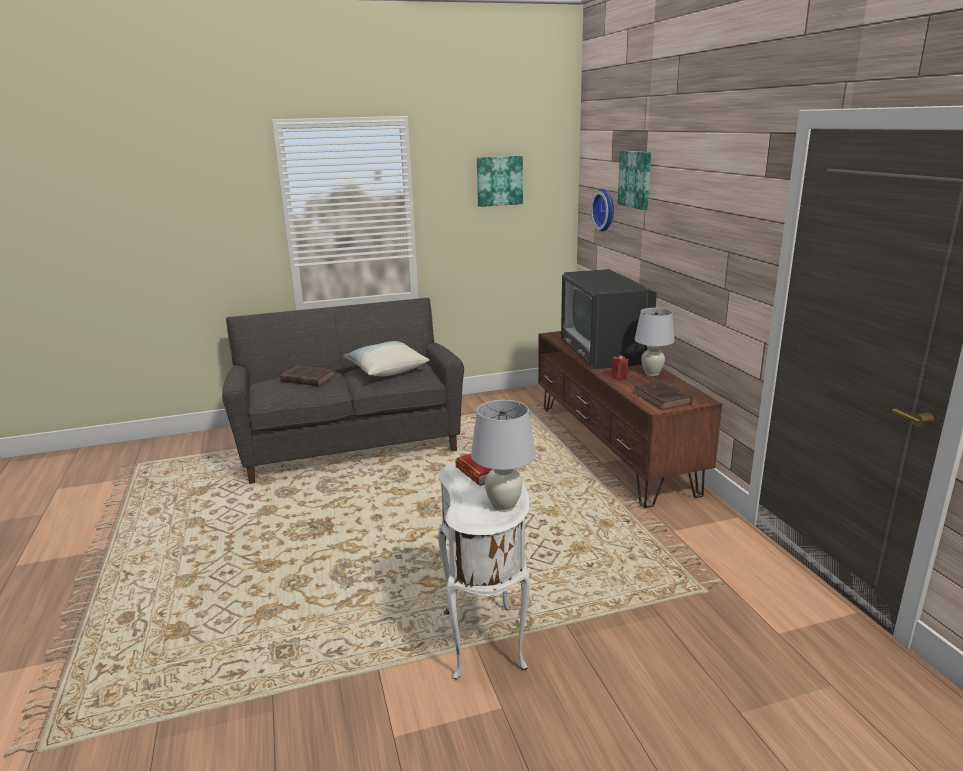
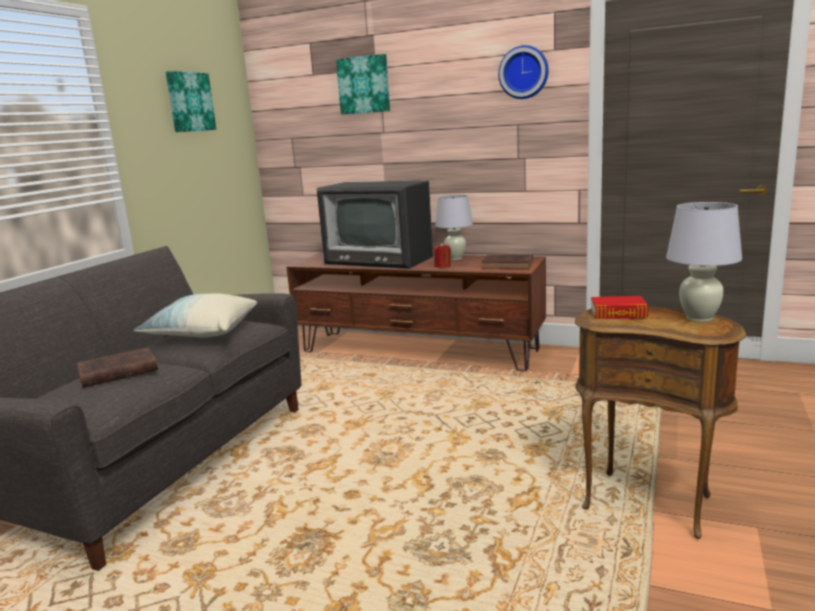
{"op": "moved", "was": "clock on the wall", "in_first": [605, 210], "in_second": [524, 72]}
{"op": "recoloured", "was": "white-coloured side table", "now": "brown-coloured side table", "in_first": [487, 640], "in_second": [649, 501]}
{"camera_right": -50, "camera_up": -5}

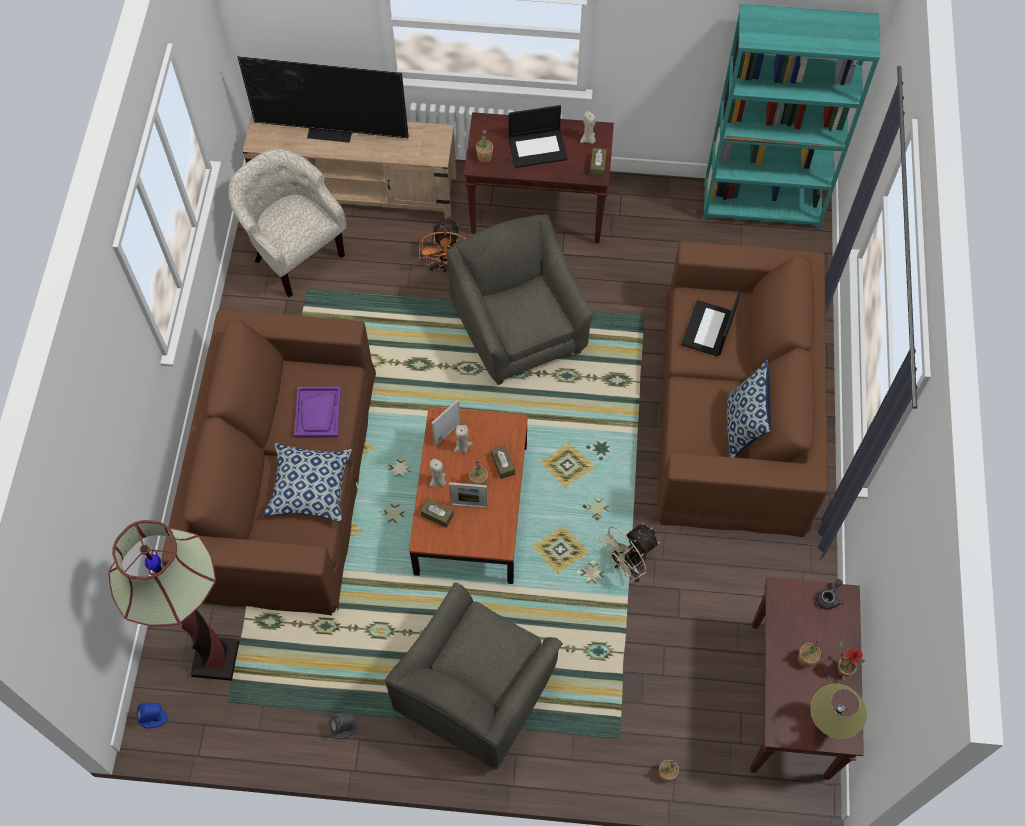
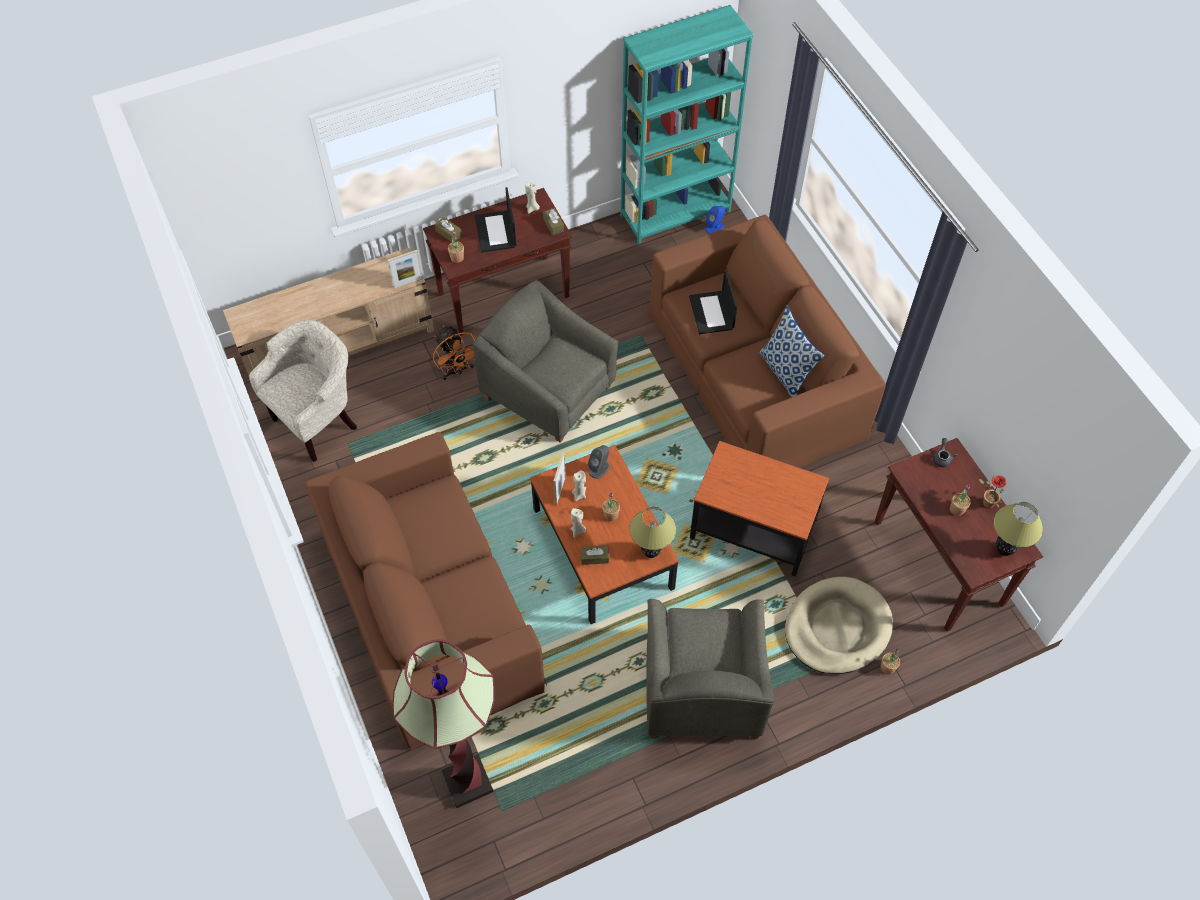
{"op": "removed", "was": "TV", "in_first": [331, 130]}
{"op": "removed", "was": "cushion", "in_first": [309, 487]}
{"op": "removed", "was": "purplish carrying tray", "in_first": [318, 413]}
{"op": "added", "now": "lamp for a table", "in_second": [651, 552]}
{"op": "added", "now": "beige dog cushion", "in_second": [837, 628]}
{"op": "moved", "was": "blue-coloured loudspeaker", "in_first": [154, 718], "in_second": [714, 227]}
{"op": "moved", "was": "gray loudspeaker", "in_first": [344, 728], "in_second": [599, 468]}
{"op": "moved", "was": "photo frame", "in_first": [469, 505], "in_second": [408, 283]}
{"op": "moved", "was": "brown-coloured tissue holder", "in_first": [503, 464], "in_second": [448, 233]}
{"op": "replaced", "was": "beige electric fan", "now": "side table", "in_first": [627, 565], "in_second": [753, 528]}
{"op": "turned", "was": "beige easy chair", "in_first": [295, 255], "in_second": [319, 421], "clockwise": 120}
{"op": "turned", "was": "notebook computer", "in_first": [538, 148], "in_second": [496, 232], "clockwise": 120}
{"camera_right": -30, "camera_up": -5}

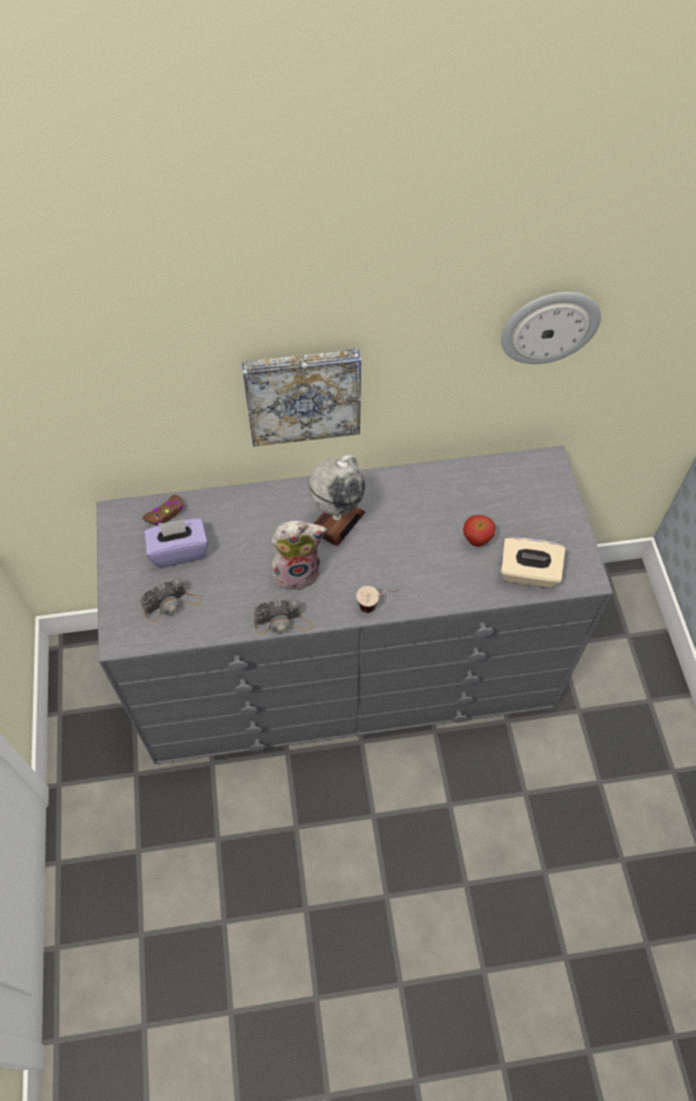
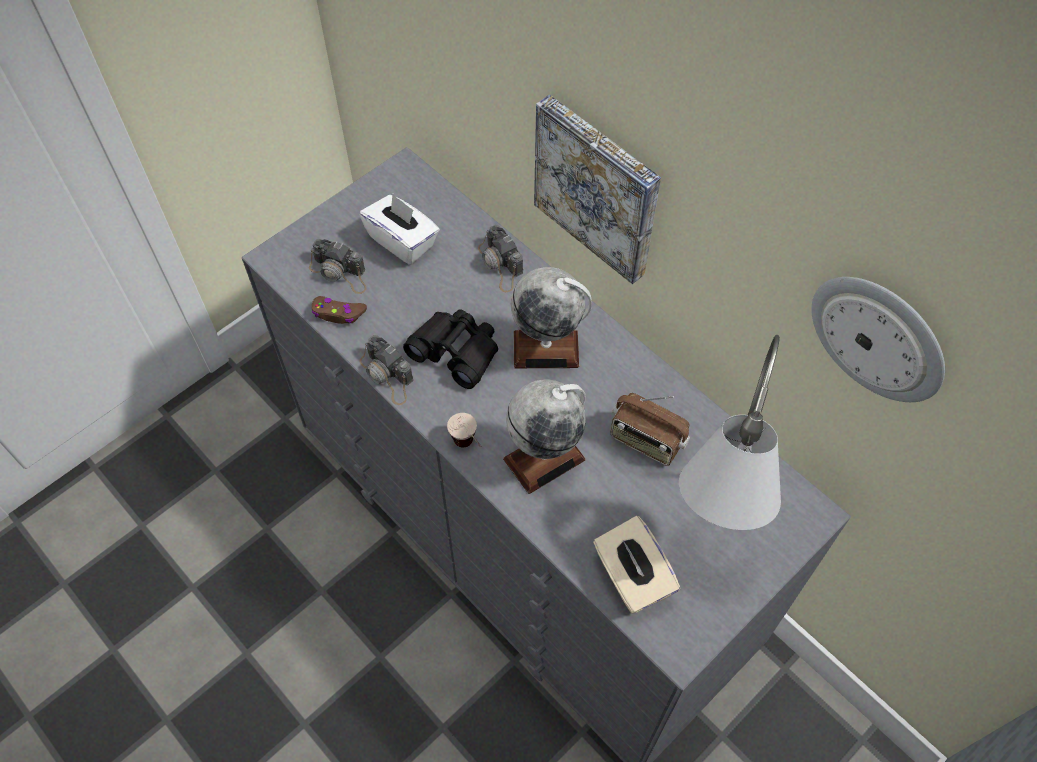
{"op": "removed", "was": "apple", "in_first": [476, 541]}
{"op": "added", "now": "still camera", "in_second": [500, 264]}
{"op": "added", "now": "world globe", "in_second": [544, 458]}
{"op": "added", "now": "radio receiver", "in_second": [646, 441]}
{"op": "added", "now": "gray lamp for a table", "in_second": [712, 519]}
{"op": "moved", "was": "brown-coloured gamepad", "in_first": [165, 514], "in_second": [338, 313]}
{"op": "replaced", "was": "plush toy", "now": "black pair of binoculars", "in_first": [297, 571], "in_second": [456, 352]}
{"op": "recoloured", "was": "purplish tissue holder", "now": "white-coloured tissue holder", "in_first": [179, 551], "in_second": [402, 241]}
{"camera_right": 55, "camera_up": 0}

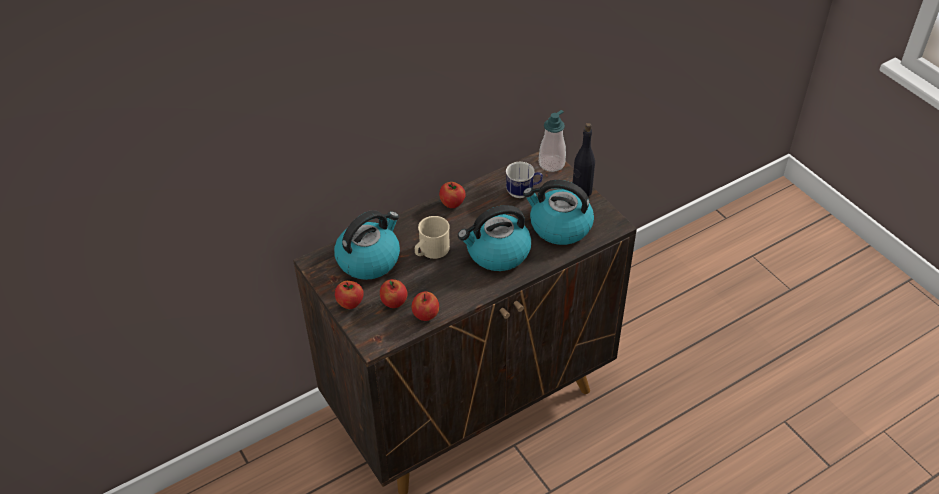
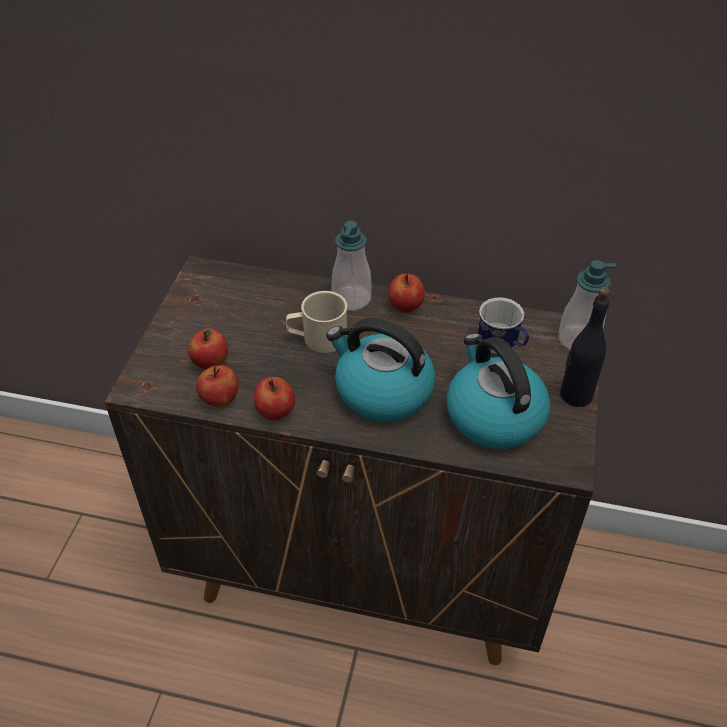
{"op": "removed", "was": "tea kettle", "in_first": [369, 259]}
{"op": "added", "now": "liquid soap bottle", "in_second": [351, 299]}
{"op": "moved", "was": "apple", "in_first": [350, 303], "in_second": [276, 412]}
{"camera_right": 45, "camera_up": 0}

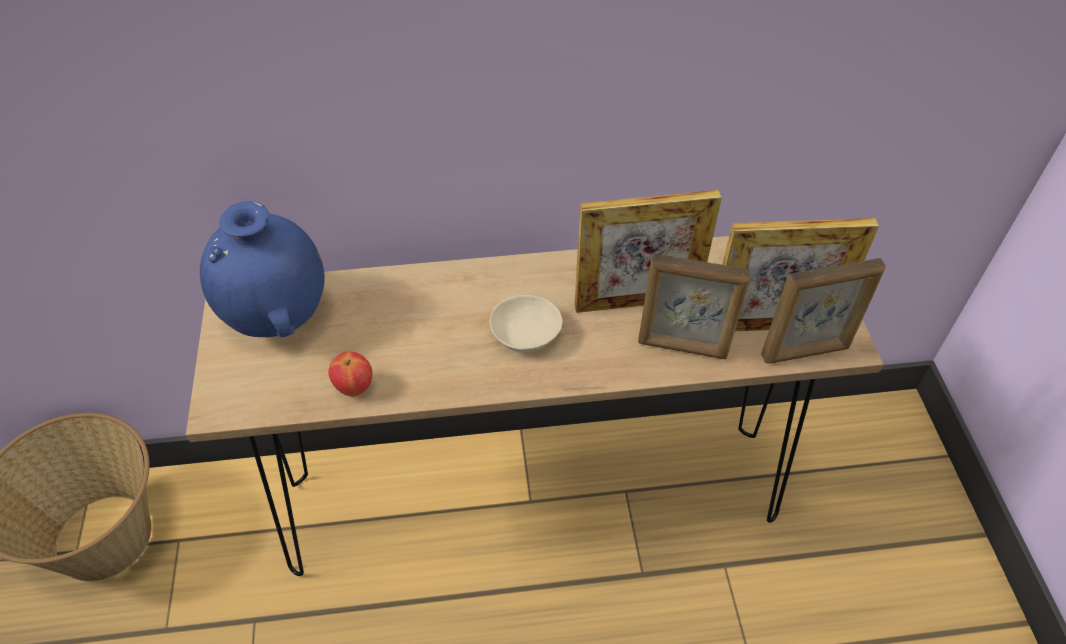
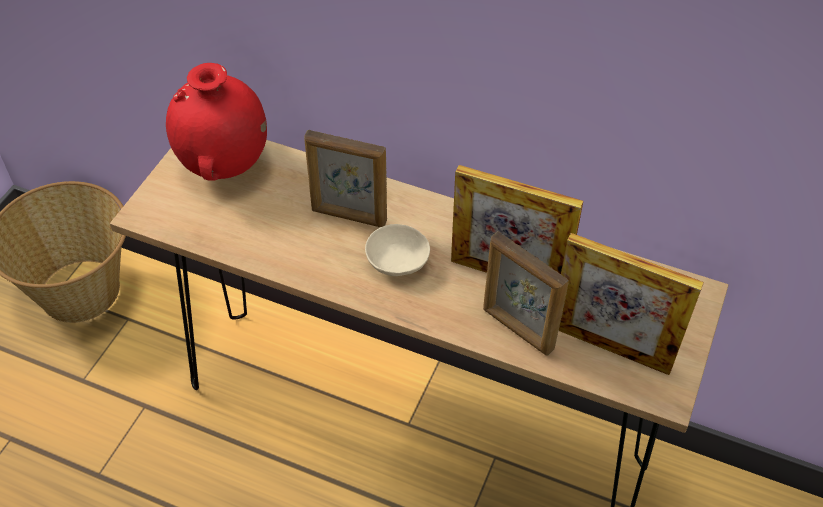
{"op": "removed", "was": "apple", "in_first": [354, 388]}
{"op": "moved", "was": "photo frame", "in_first": [806, 352], "in_second": [349, 216]}
{"op": "recoloured", "was": "blue-coloured flower vase", "now": "reddish flower vase", "in_first": [278, 318], "in_second": [225, 166]}
{"camera_right": 30, "camera_up": 0}

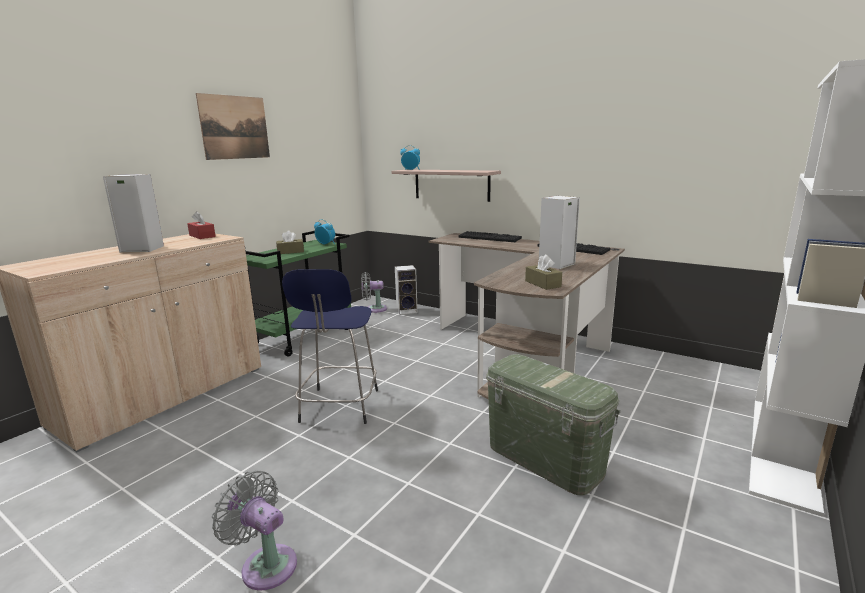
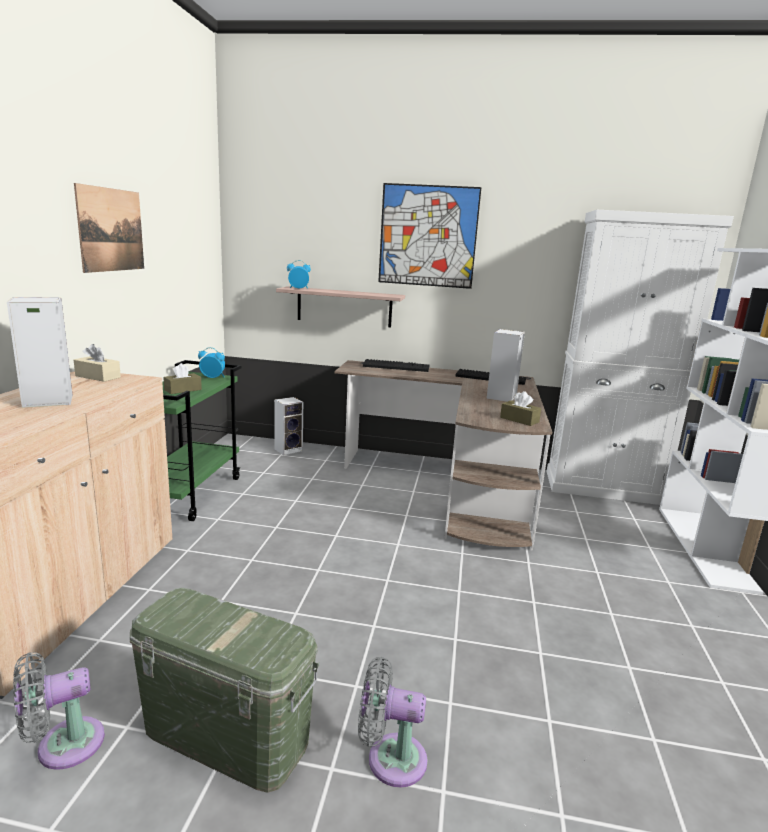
{"op": "removed", "was": "blue-coloured sitting stool", "in_first": [339, 407]}
{"op": "added", "now": "wall picture", "in_second": [428, 236]}
{"op": "added", "now": "white-coloured storage cabinet", "in_second": [603, 487]}
{"op": "moved", "was": "gray electric fan", "in_first": [374, 309], "in_second": [63, 745]}
{"op": "moved", "was": "greenish storage box", "in_first": [545, 459], "in_second": [227, 735]}
{"op": "recoloured", "was": "reddish tissue holder", "now": "beige tissue holder", "in_first": [202, 236], "in_second": [98, 377]}
{"camera_right": -25, "camera_up": 0}

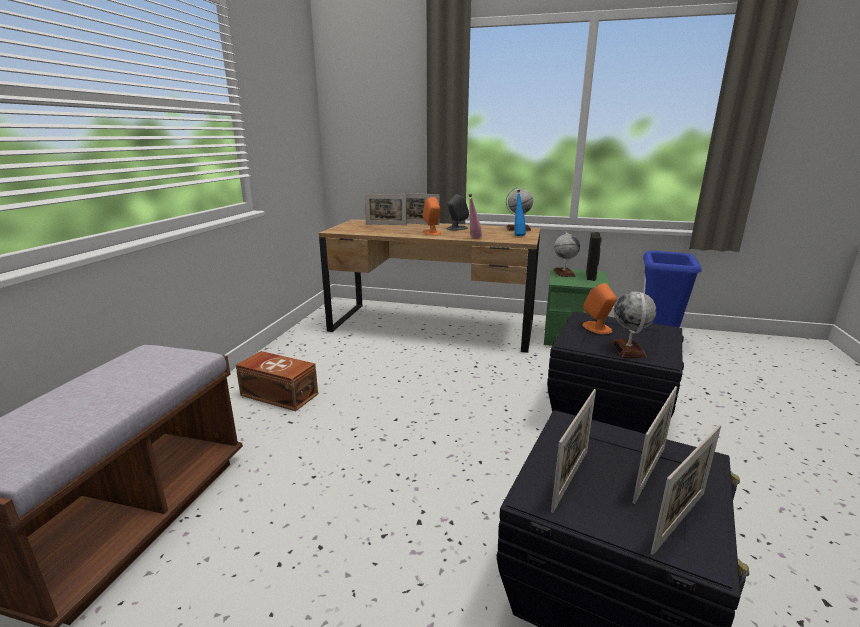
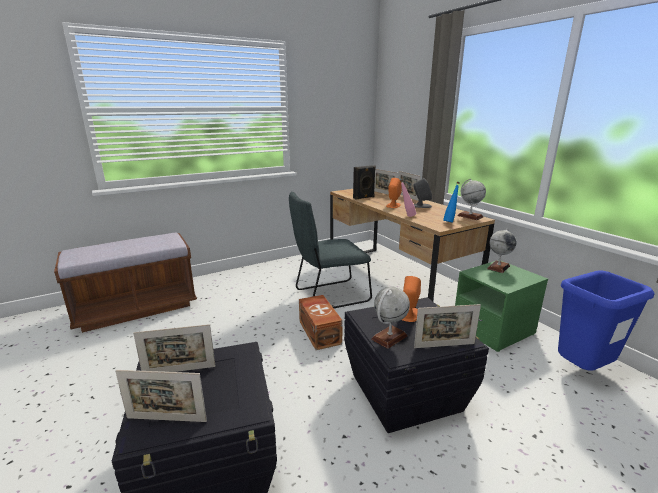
{"op": "added", "now": "gray plain chair", "in_second": [328, 296]}
{"op": "moved", "was": "brown-coloured storage box", "in_first": [279, 394], "in_second": [320, 331]}
{"op": "moved", "was": "black loudspeaker", "in_first": [591, 276], "in_second": [364, 197]}
{"op": "moved", "was": "photo frame", "in_first": [649, 473], "in_second": [444, 345]}
{"camera_right": 45, "camera_up": 0}

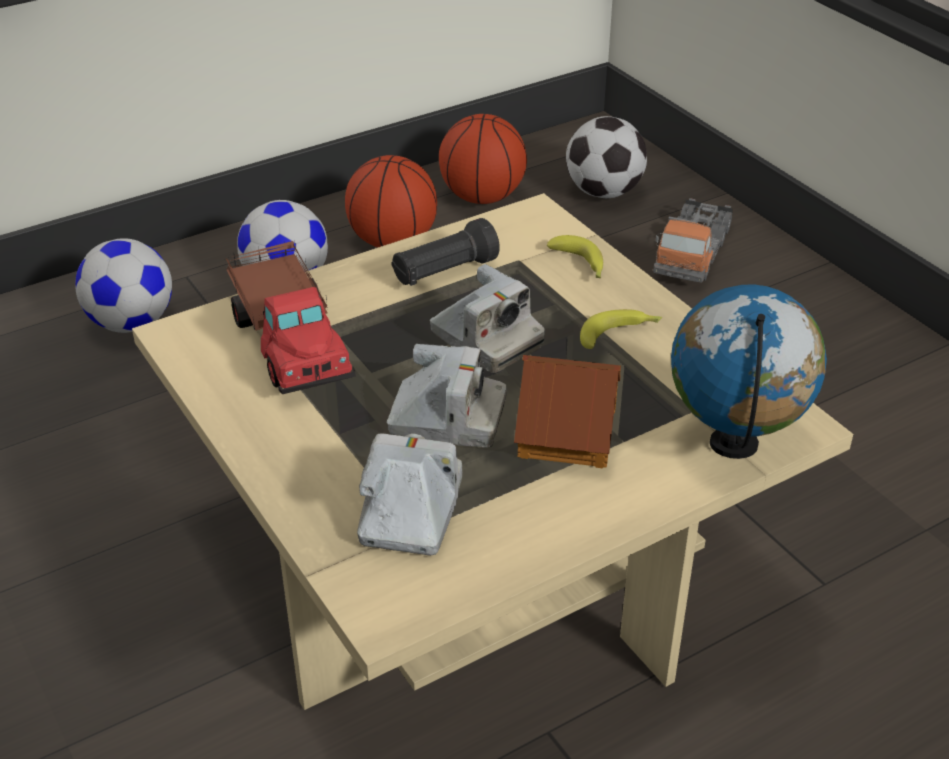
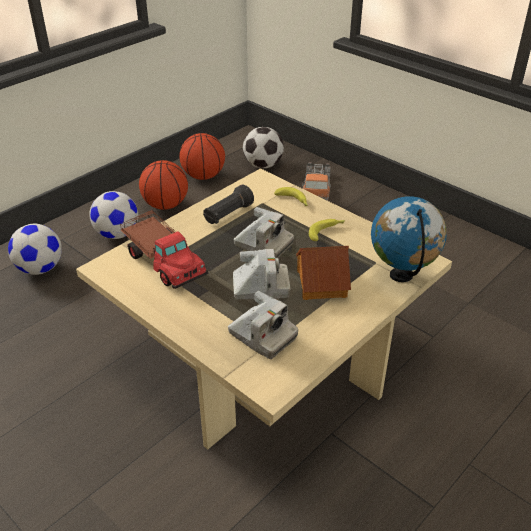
{"op": "turned", "was": "still camera", "in_first": [410, 512], "in_second": [262, 336], "clockwise": 135}
{"camera_right": -15, "camera_up": 0}

